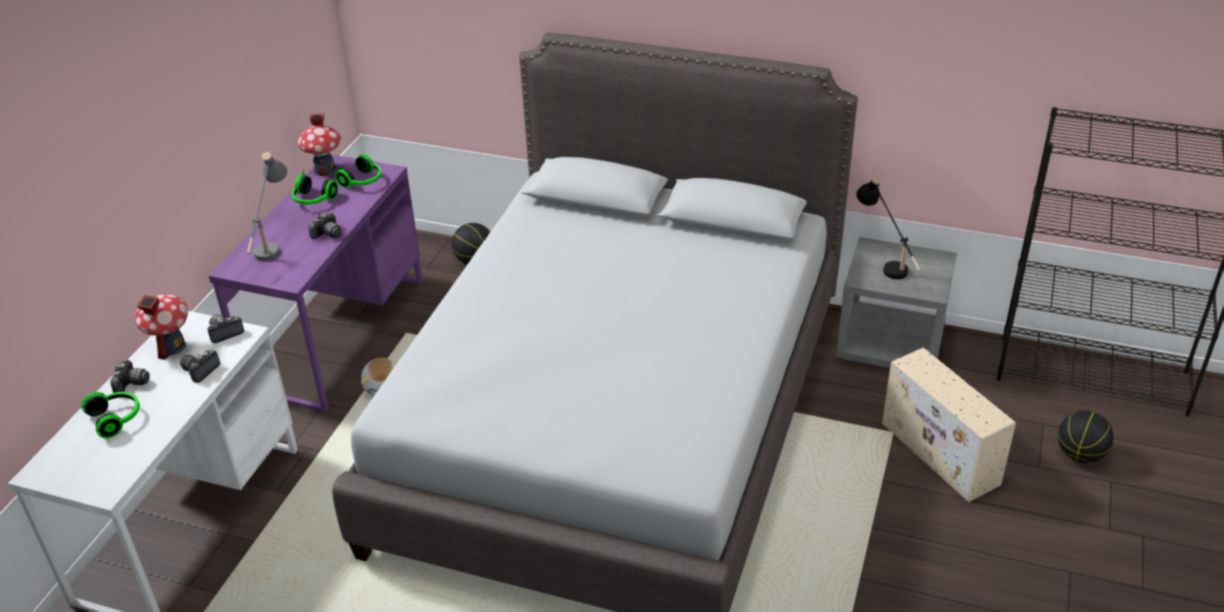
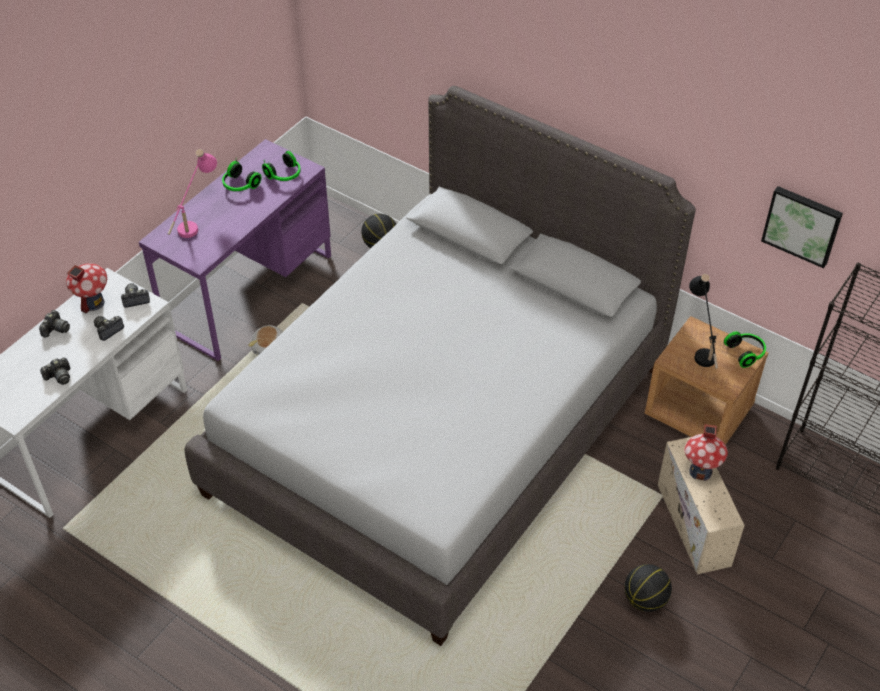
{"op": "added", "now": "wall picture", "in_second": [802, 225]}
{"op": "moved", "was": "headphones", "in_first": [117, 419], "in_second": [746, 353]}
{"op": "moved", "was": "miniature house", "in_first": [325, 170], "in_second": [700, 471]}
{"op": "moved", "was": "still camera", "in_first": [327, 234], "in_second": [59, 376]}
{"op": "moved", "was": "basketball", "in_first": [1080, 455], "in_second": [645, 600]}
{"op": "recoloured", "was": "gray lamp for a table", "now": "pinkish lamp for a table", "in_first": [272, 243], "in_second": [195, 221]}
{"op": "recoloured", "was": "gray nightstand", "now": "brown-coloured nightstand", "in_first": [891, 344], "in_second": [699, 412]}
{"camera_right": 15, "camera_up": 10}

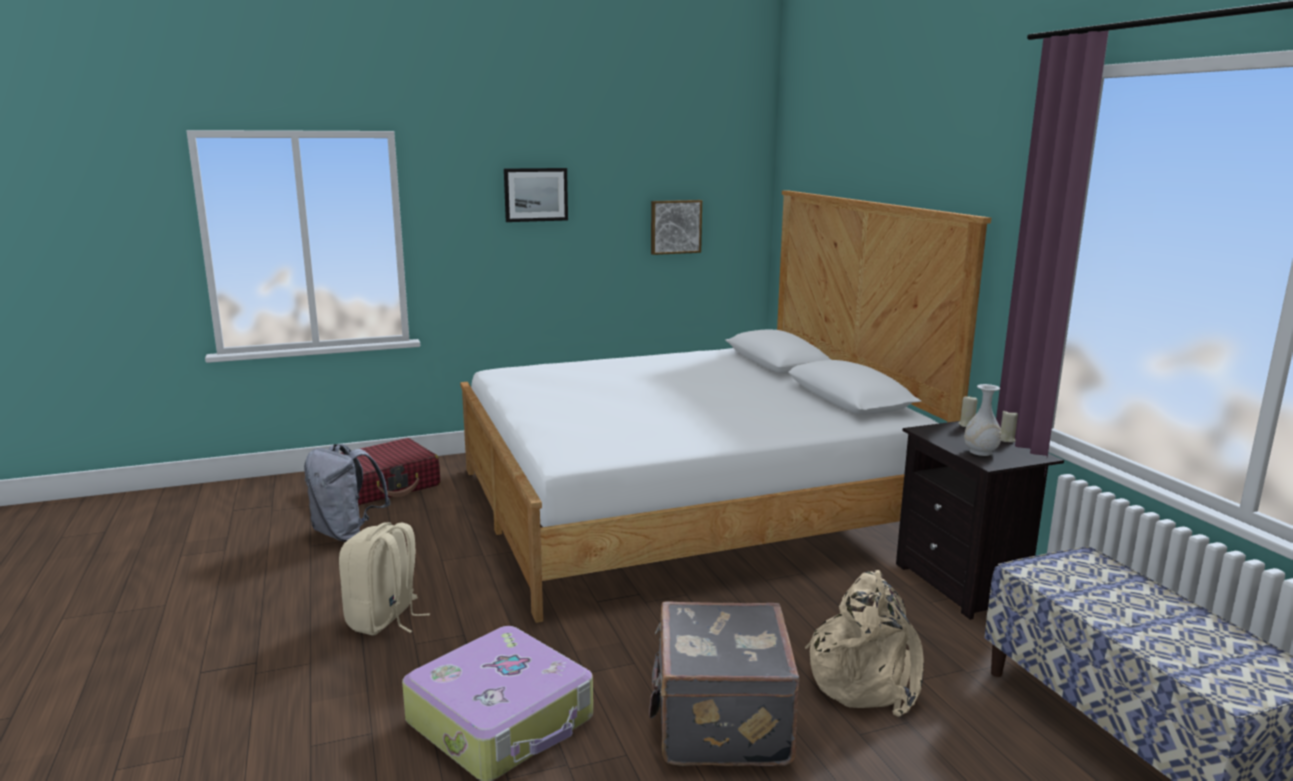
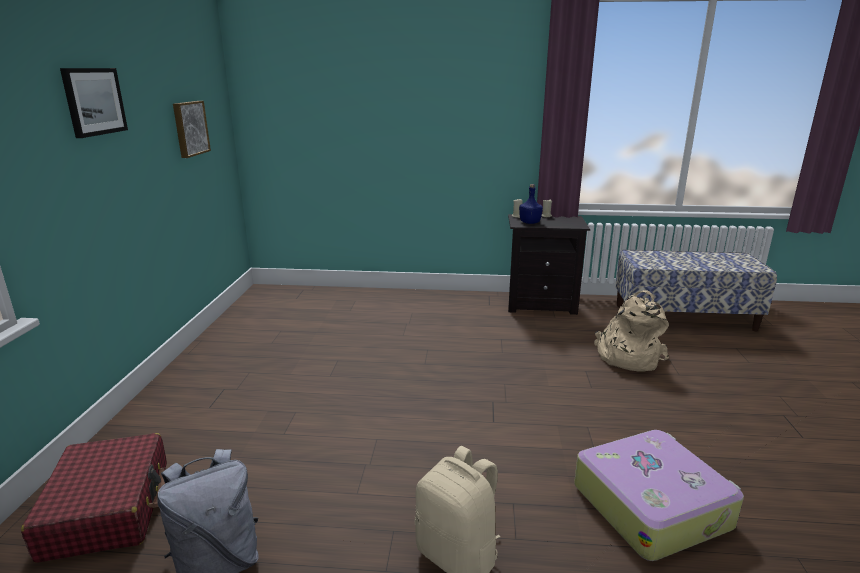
{"op": "removed", "was": "sleeping bed", "in_first": [686, 505]}
{"op": "removed", "was": "gray piece of luggage", "in_first": [719, 722]}
{"op": "removed", "was": "white-coloured flower vase", "in_first": [981, 452]}
{"op": "added", "now": "blue-coloured bottle", "in_second": [529, 222]}
{"camera_right": -65, "camera_up": 5}

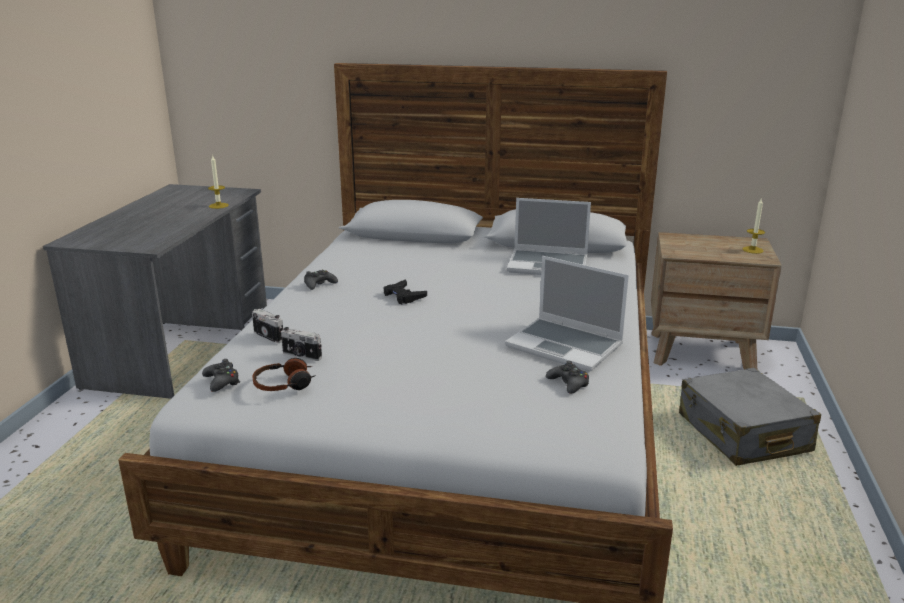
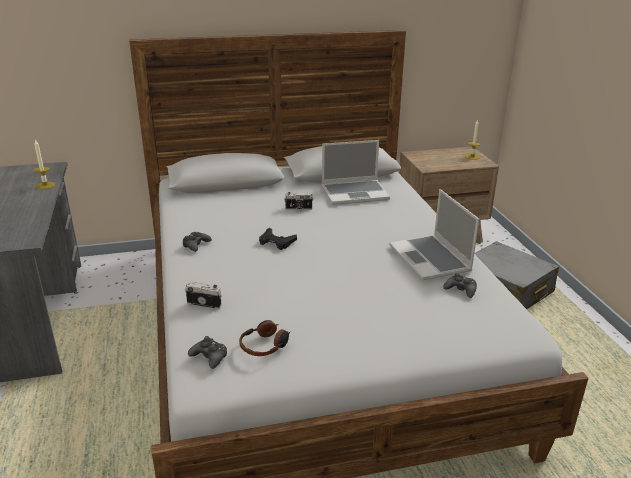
{"op": "moved", "was": "still camera", "in_first": [301, 356], "in_second": [298, 208]}
{"op": "turned", "was": "notebook computer", "in_first": [566, 346], "in_second": [431, 259], "clockwise": 60}
{"camera_right": -25, "camera_up": 5}

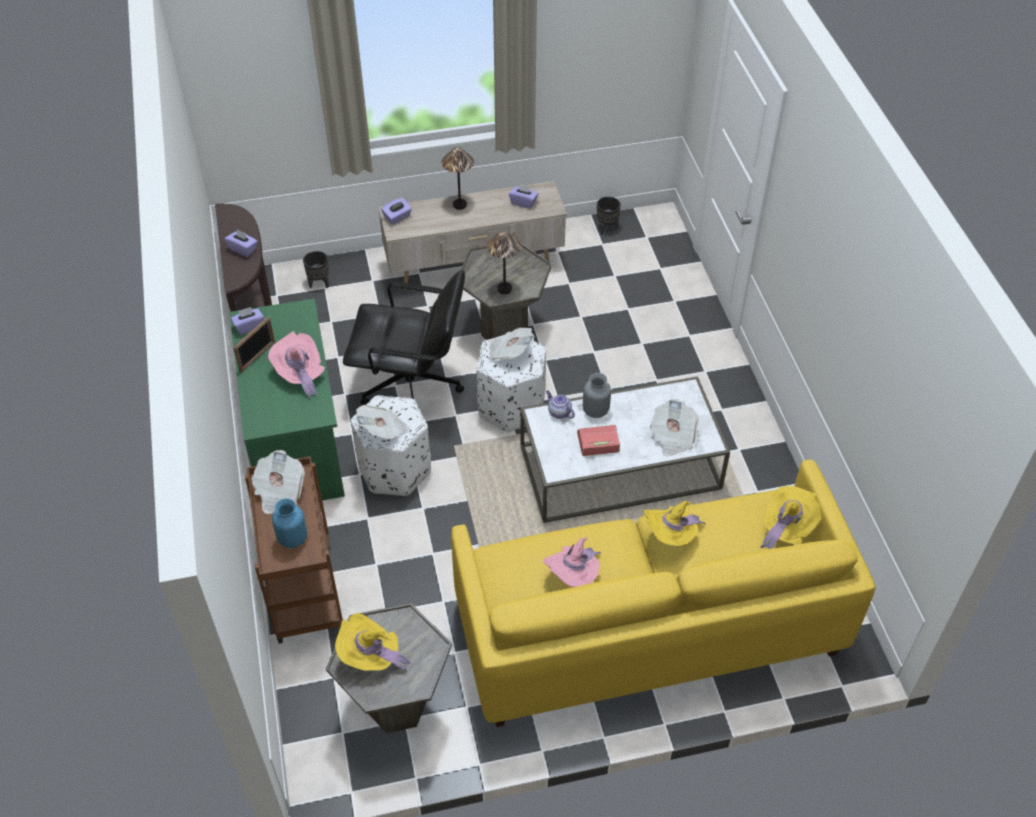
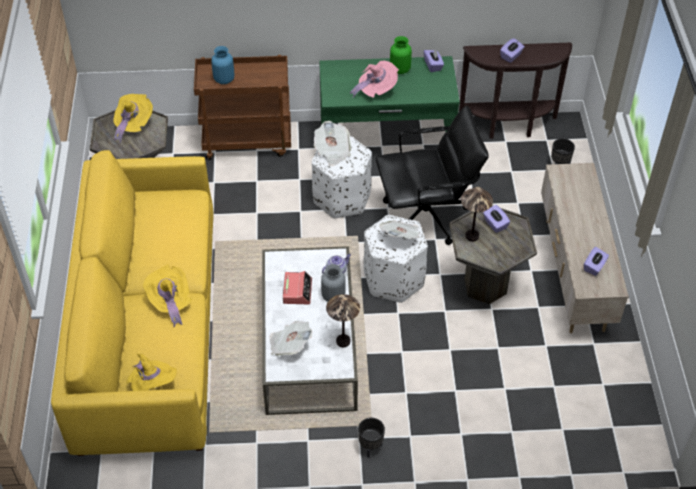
{"op": "removed", "was": "newspaper", "in_first": [279, 492]}
{"op": "removed", "was": "pinkish clothing hat", "in_first": [573, 576]}
{"op": "moved", "was": "purplish tissue holder", "in_first": [397, 217], "in_second": [495, 224]}
{"op": "moved", "was": "lamp for a table", "in_first": [459, 205], "in_second": [343, 341]}
{"op": "moved", "was": "black planter", "in_first": [607, 228], "in_second": [370, 448]}
{"op": "replaced", "was": "photo frame", "now": "greenish flower vase", "in_first": [257, 357], "in_second": [400, 69]}
{"op": "turned", "was": "black computer chair", "in_first": [412, 387], "in_second": [427, 216], "clockwise": -120}
{"camera_right": 100, "camera_up": 0}

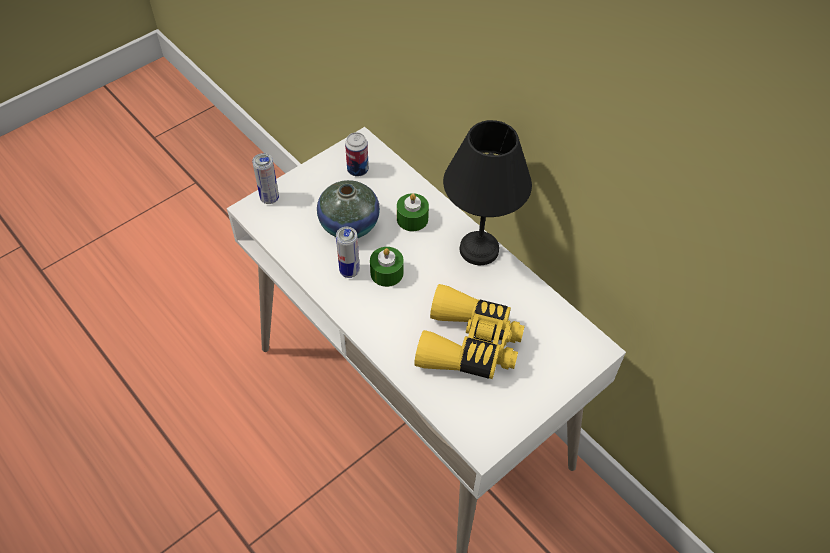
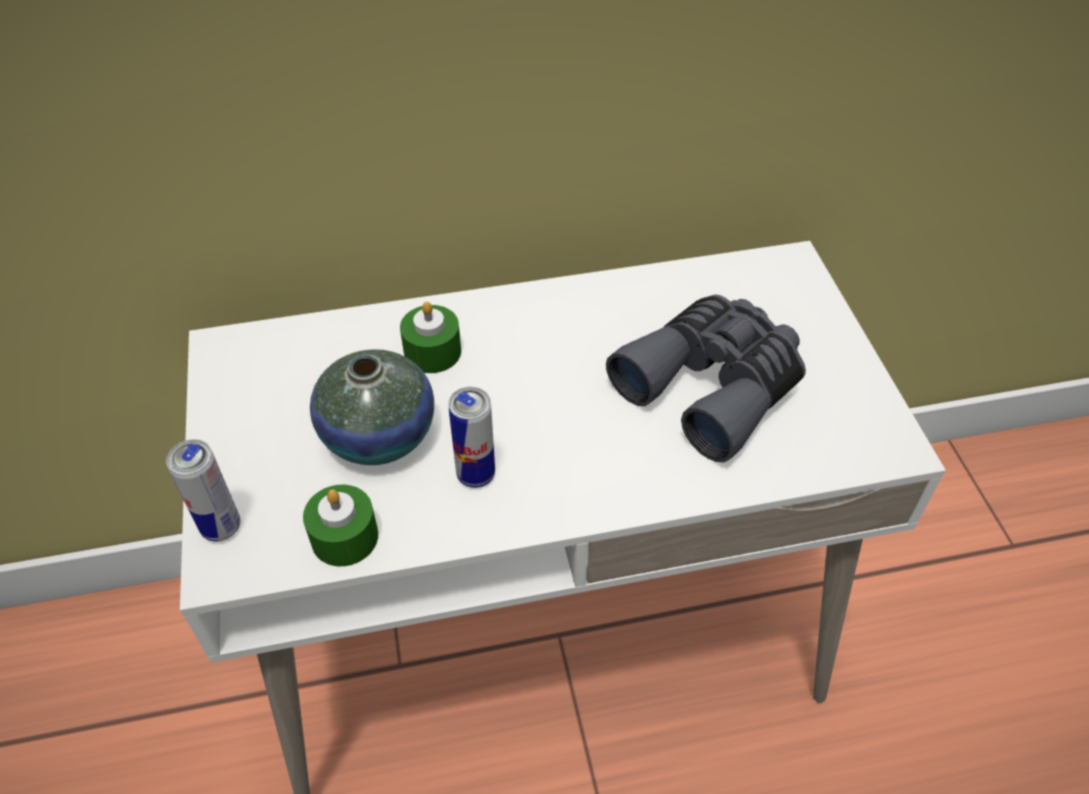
{"op": "removed", "was": "can", "in_first": [358, 170]}
{"op": "removed", "was": "black lamp for a table", "in_first": [477, 249]}
{"op": "moved", "was": "greenish candle", "in_first": [387, 273], "in_second": [344, 537]}
{"op": "recoloured", "was": "yellow-coloured pair of binoculars", "now": "gray pair of binoculars", "in_first": [470, 344], "in_second": [713, 385]}
{"camera_right": -60, "camera_up": -5}

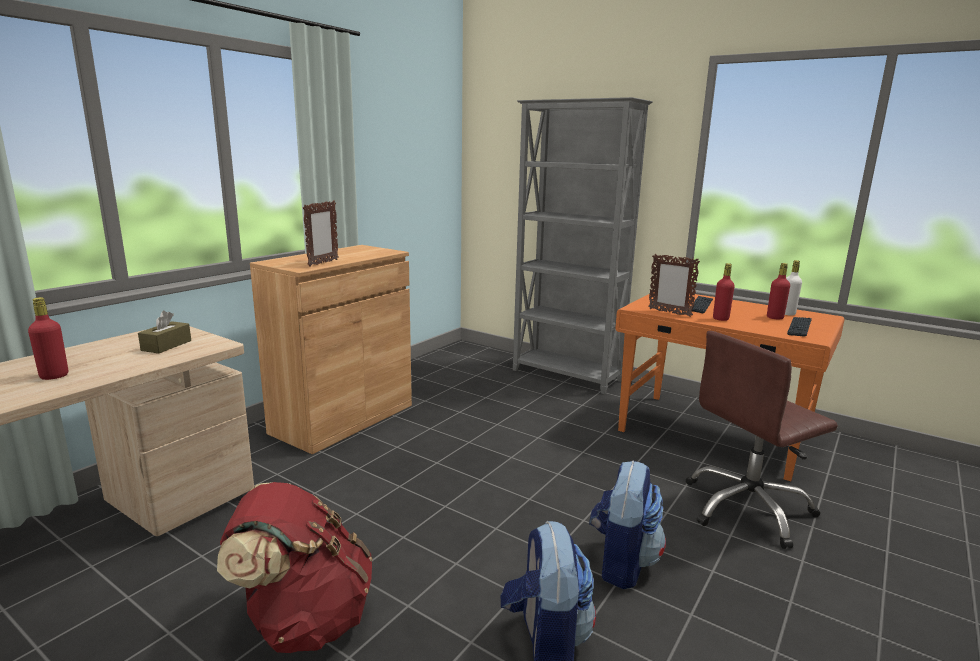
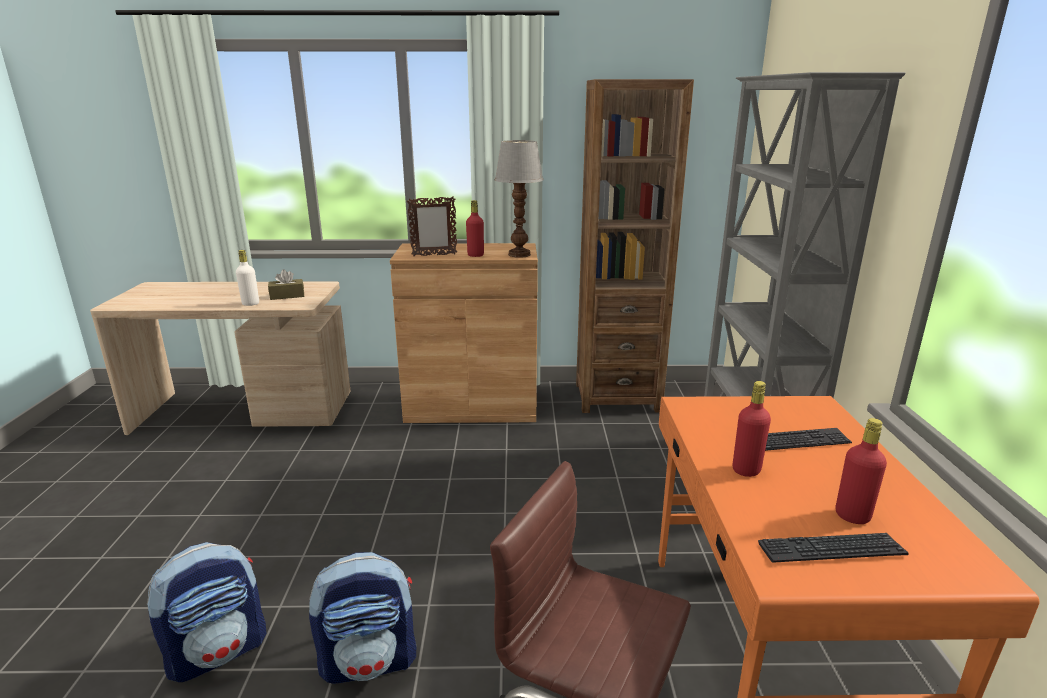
{"op": "removed", "was": "reddish backpack", "in_first": [304, 620]}
{"op": "removed", "was": "photo frame", "in_first": [669, 312]}
{"op": "added", "now": "lamp for a table", "in_second": [518, 254]}
{"op": "added", "now": "brown-coloured bookcase", "in_second": [617, 397]}
{"op": "moved", "was": "reddish bottle", "in_first": [54, 376], "in_second": [475, 255]}
{"op": "moved", "was": "white-coloured bottle", "in_first": [787, 313], "in_second": [250, 304]}
{"camera_right": 55, "camera_up": 5}

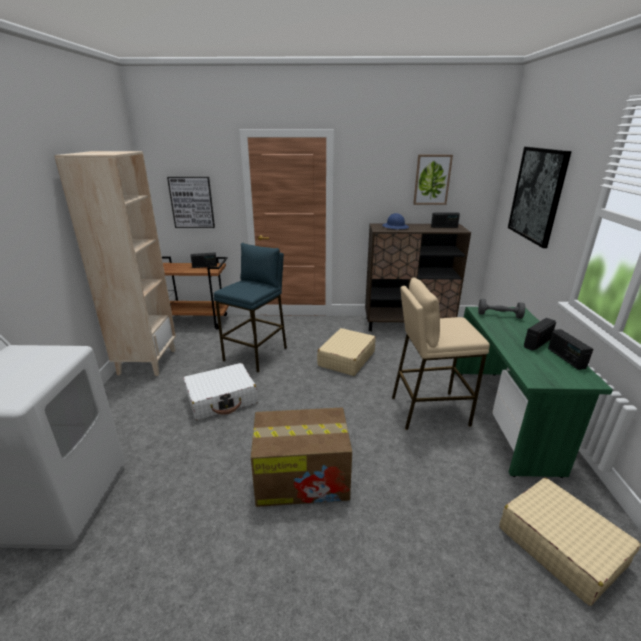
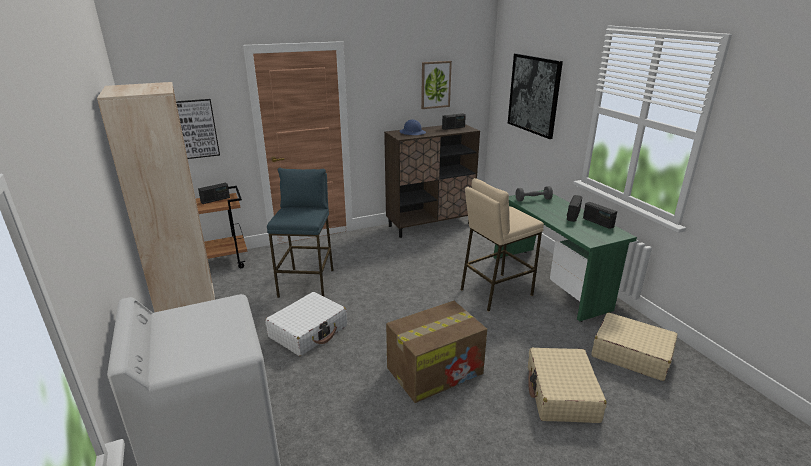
{"op": "moved", "was": "beige piece of luggage", "in_first": [346, 359], "in_second": [561, 394]}
{"camera_right": -25, "camera_up": 0}

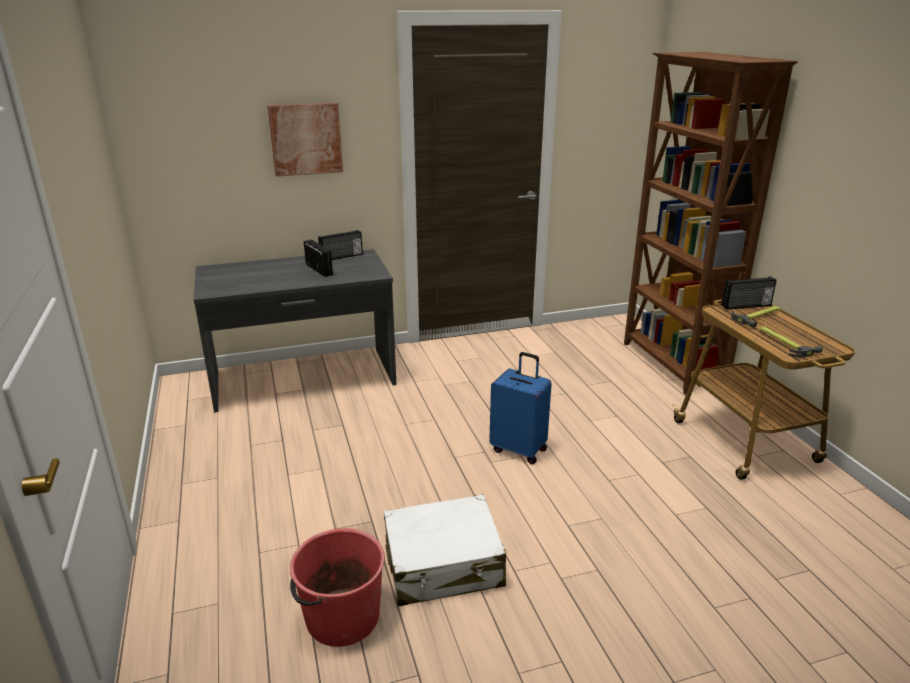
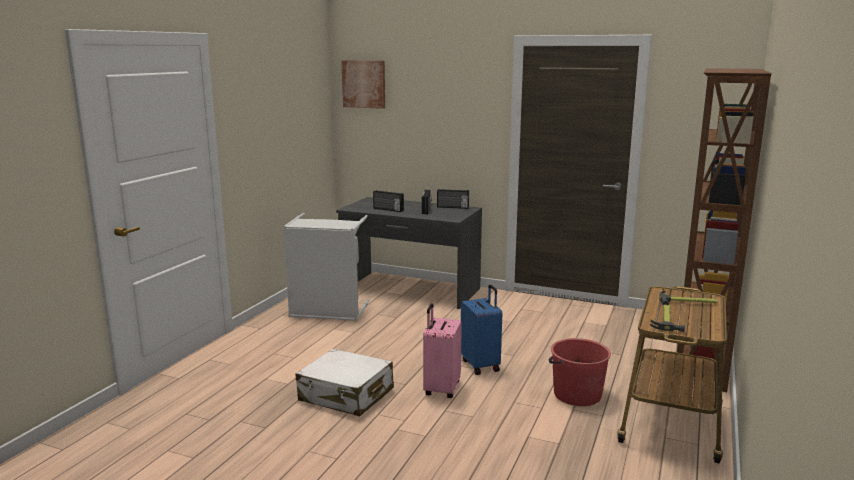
{"op": "added", "now": "gray washing basket", "in_second": [328, 312]}
{"op": "added", "now": "pinkish piece of luggage", "in_second": [441, 389]}
{"op": "moved", "was": "wall picture", "in_first": [305, 139], "in_second": [364, 84]}
{"op": "moved", "was": "reddish pail", "in_first": [341, 617], "in_second": [576, 394]}
{"op": "moved", "was": "radio receiver", "in_first": [746, 306], "in_second": [388, 209]}
{"camera_right": 40, "camera_up": -10}

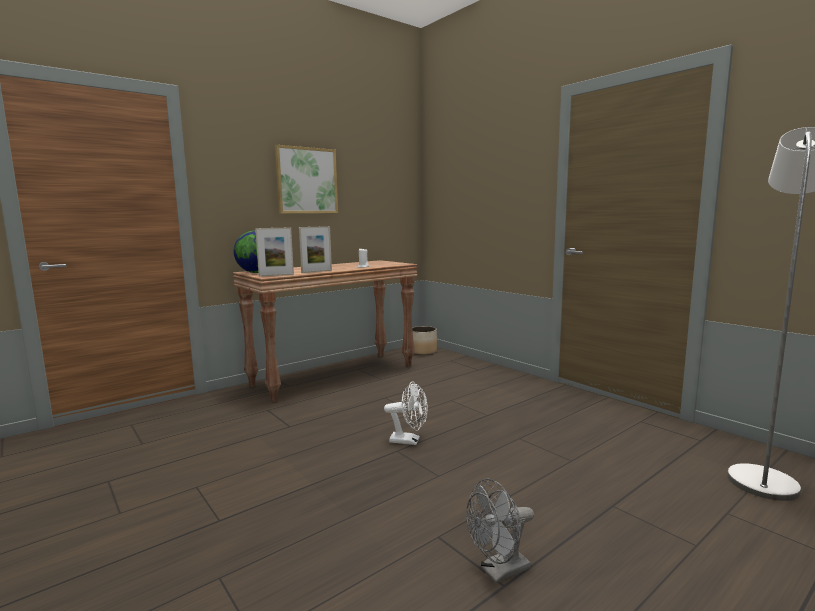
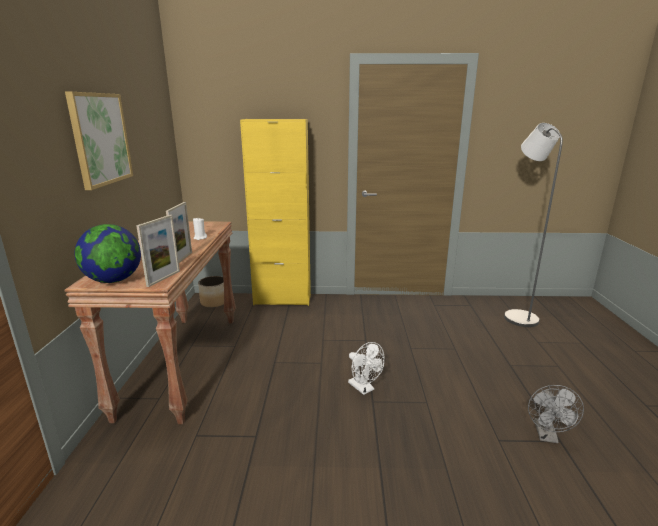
{"op": "added", "now": "yellow-coloured storage cabinet", "in_second": [282, 300]}
{"op": "turned", "was": "white-coloured electric fan", "in_first": [409, 441], "in_second": [364, 388], "clockwise": 90}
{"camera_right": -50, "camera_up": 10}

